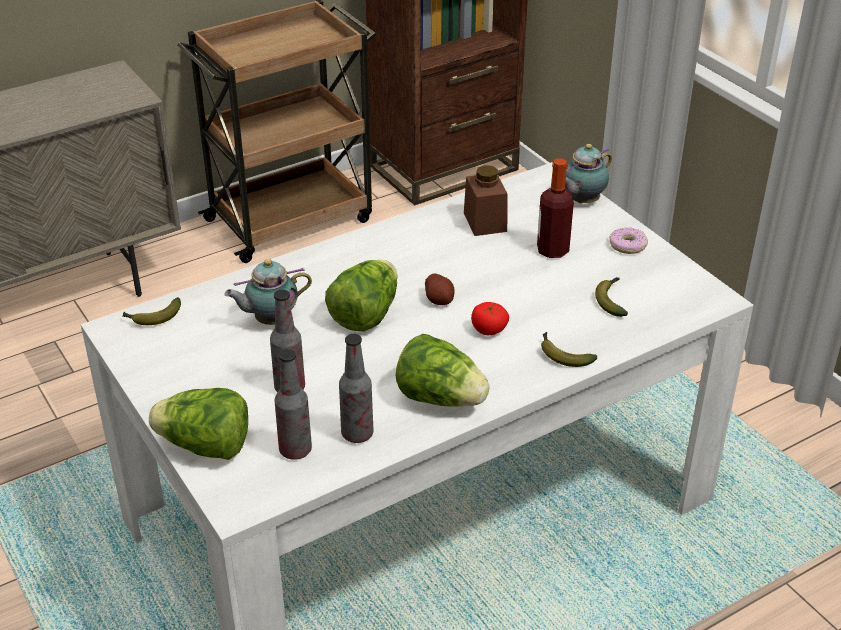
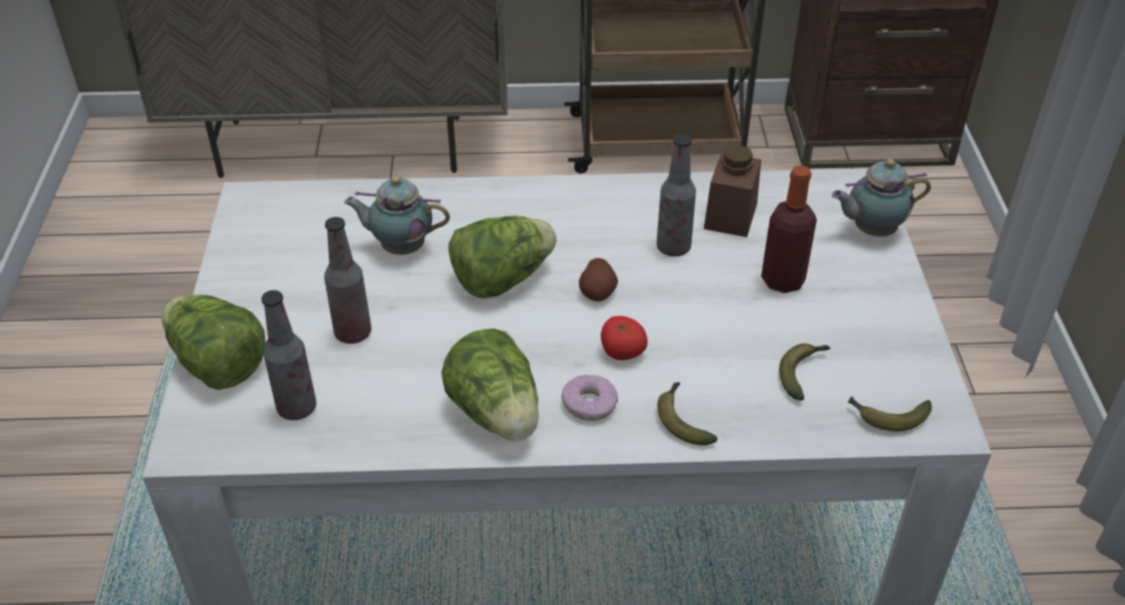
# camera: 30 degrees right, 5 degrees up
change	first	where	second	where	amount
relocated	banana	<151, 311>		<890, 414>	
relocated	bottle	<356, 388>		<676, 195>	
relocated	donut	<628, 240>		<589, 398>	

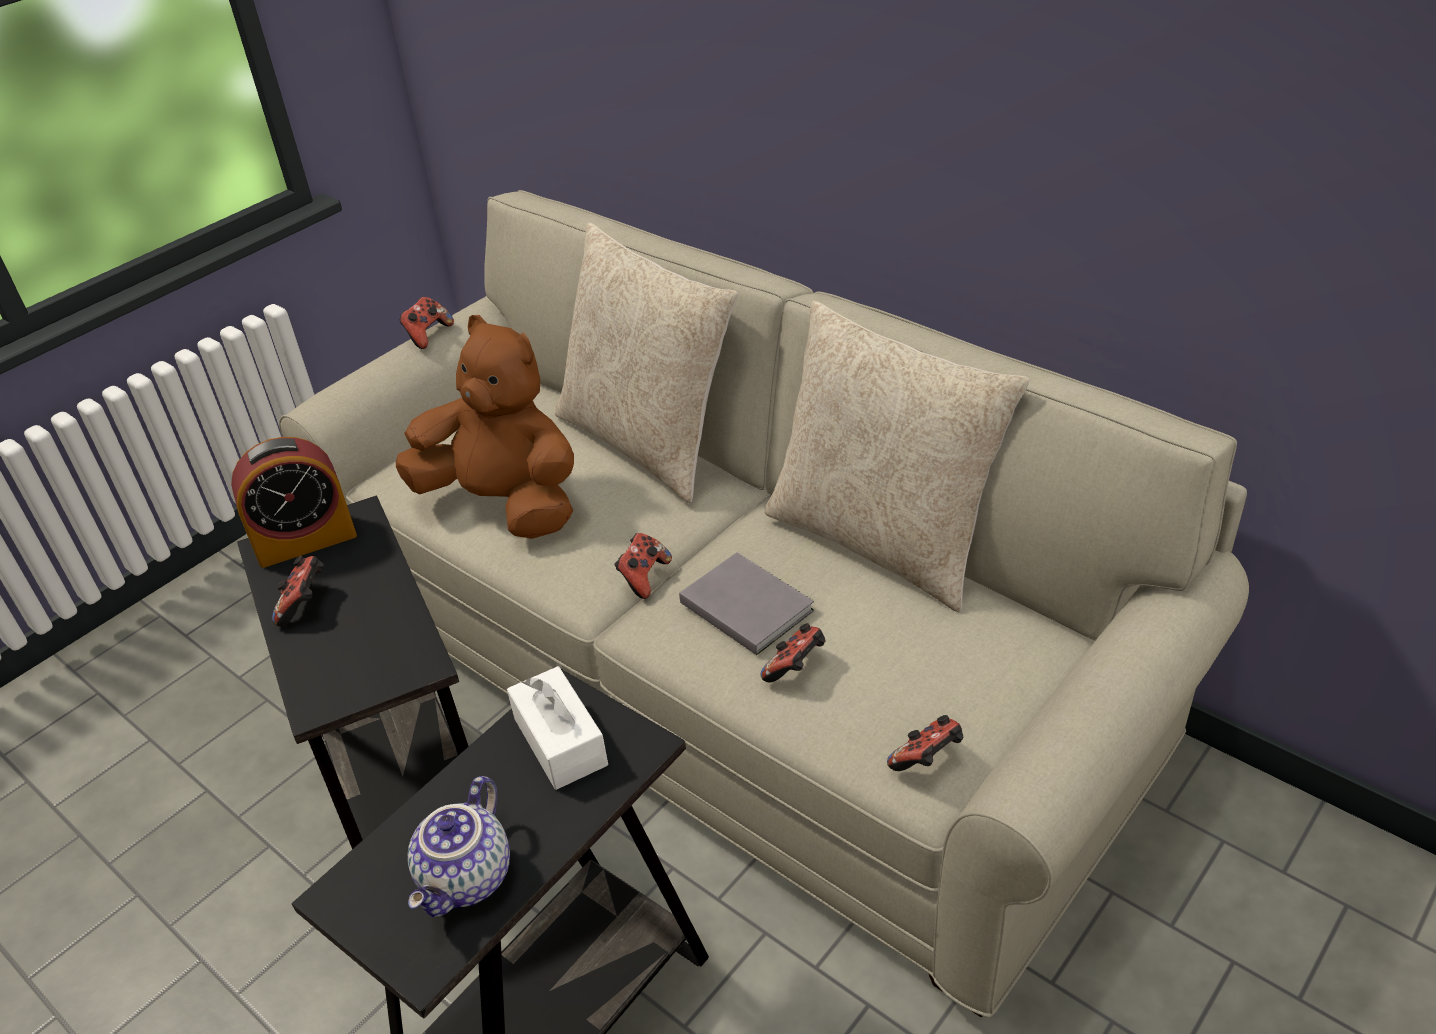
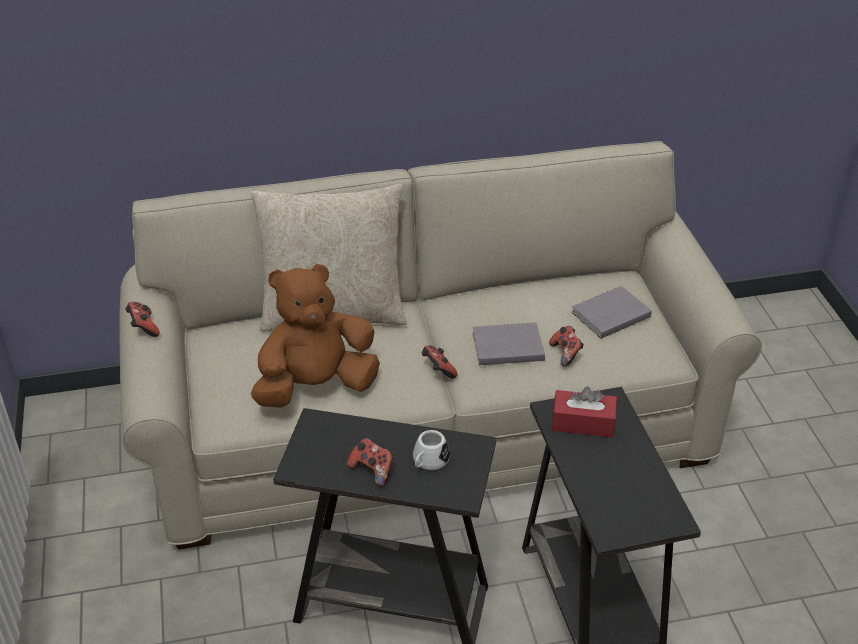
# camera: 55 degrees left, 0 degrees up
change	first	where	second	where	amount
missing	alarm clock	<294, 502>			
missing	teapot	<459, 846>			
missing	pillow (beige)	<896, 456>			
missing	game controller	<925, 743>			
appeared			mug (white)	<431, 450>	
appeared			book (grey)	<612, 312>	
colour	tissue box (white)	<557, 728>	tissue box (red)	<584, 412>	

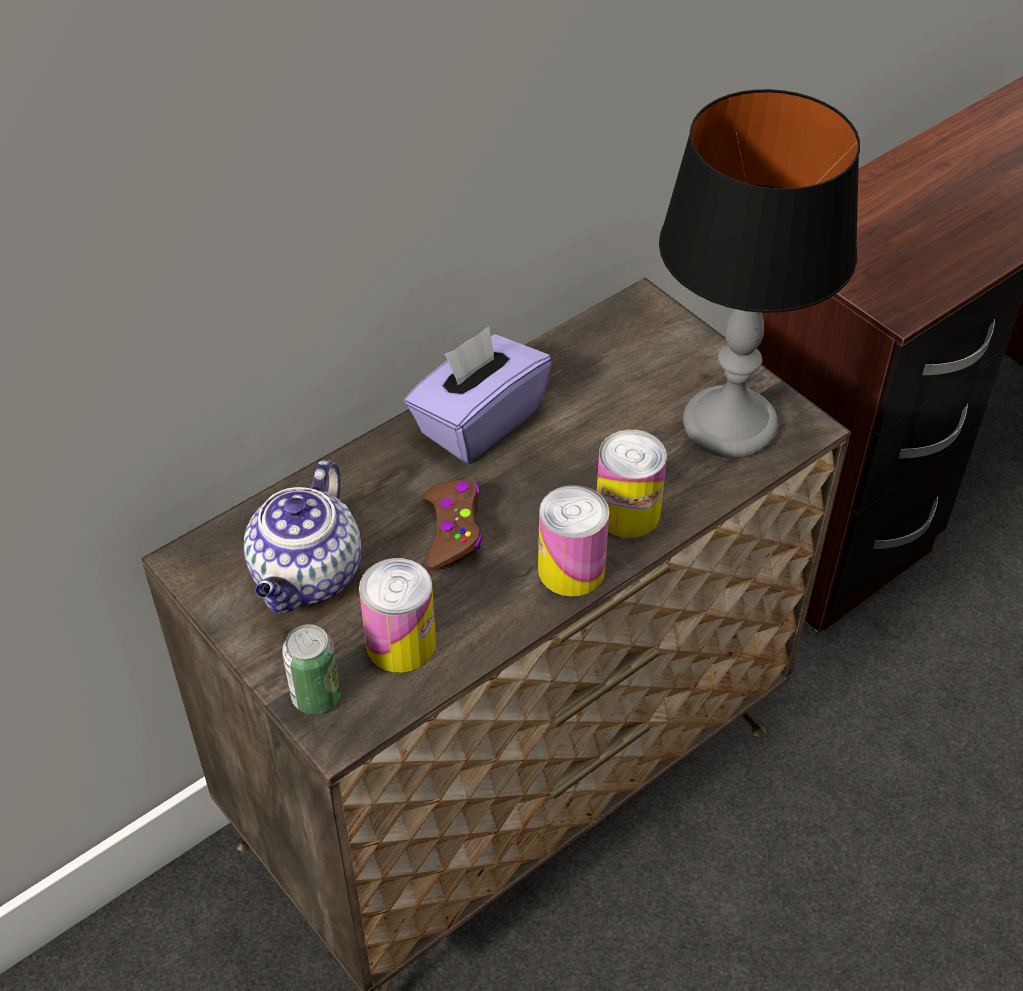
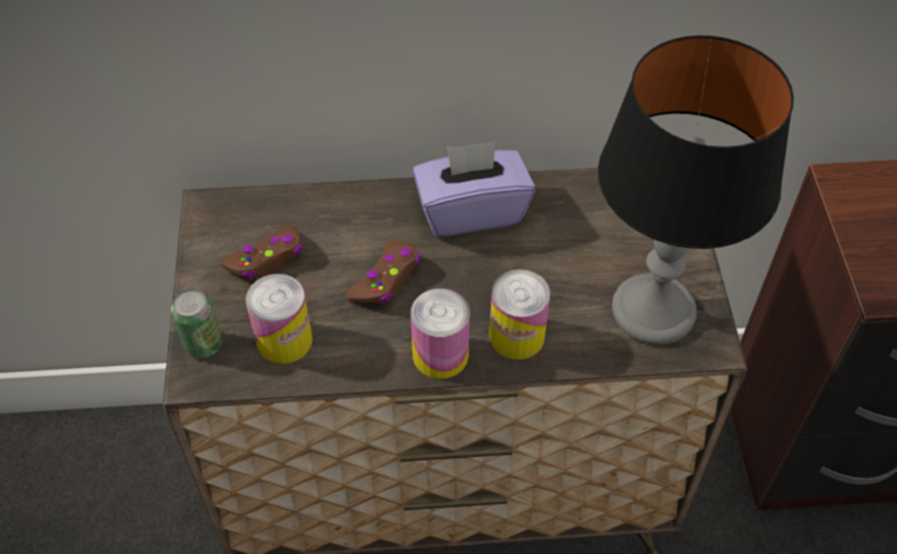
# camera: 35 degrees right, 5 degrees up
change	first	where	second	where	amount
exchanged	teapot	<302, 537>	game controller (brown)	<262, 253>	

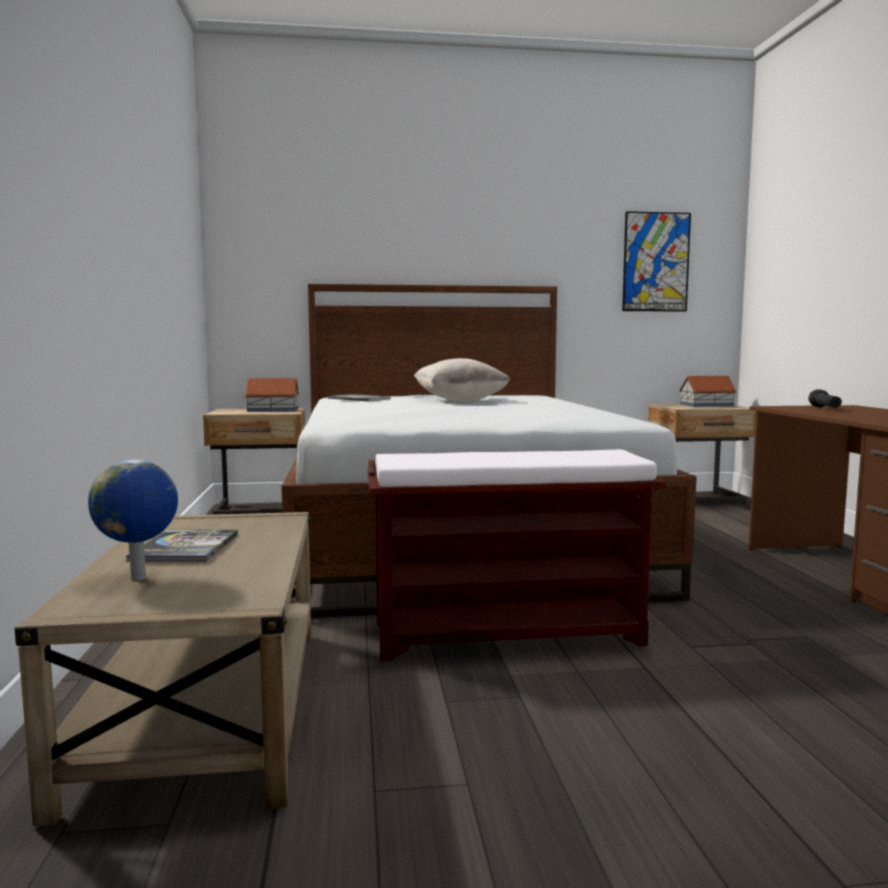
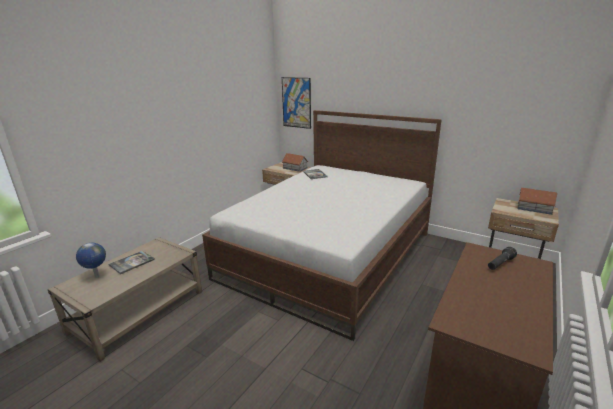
# camera: 40 degrees right, 15 degrees up
change	first	where	second	where	amount
missing	bench (brown)	<517, 554>			
missing	pillow (beige)	<462, 380>			
relocated	picture	<656, 261>		<296, 103>	

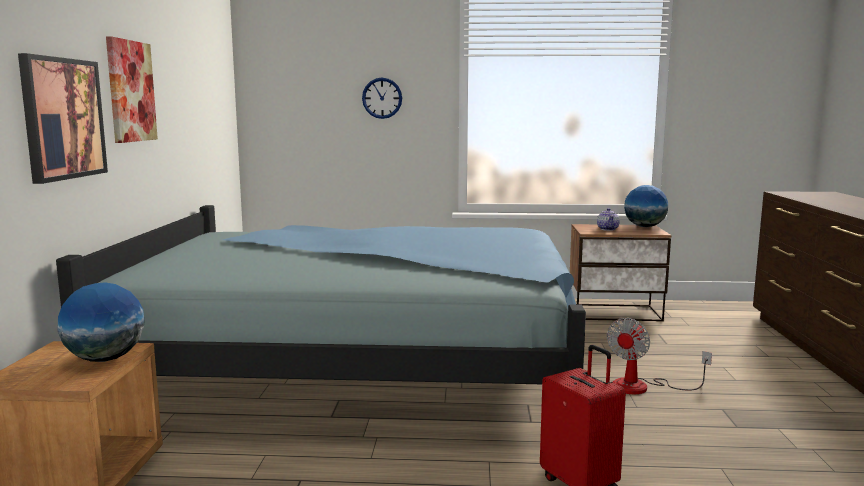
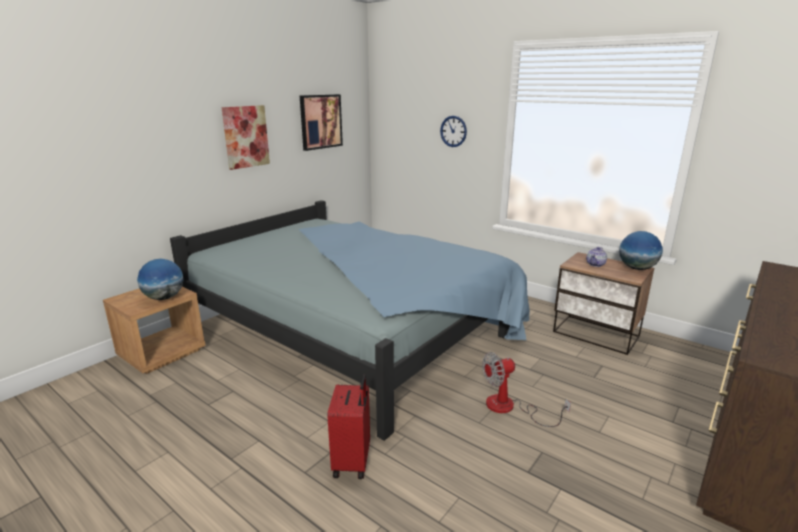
# camera: 35 degrees right, 10 degrees up
change	first	where	second	where	amount
relocated	picture	<63, 118>		<321, 122>	

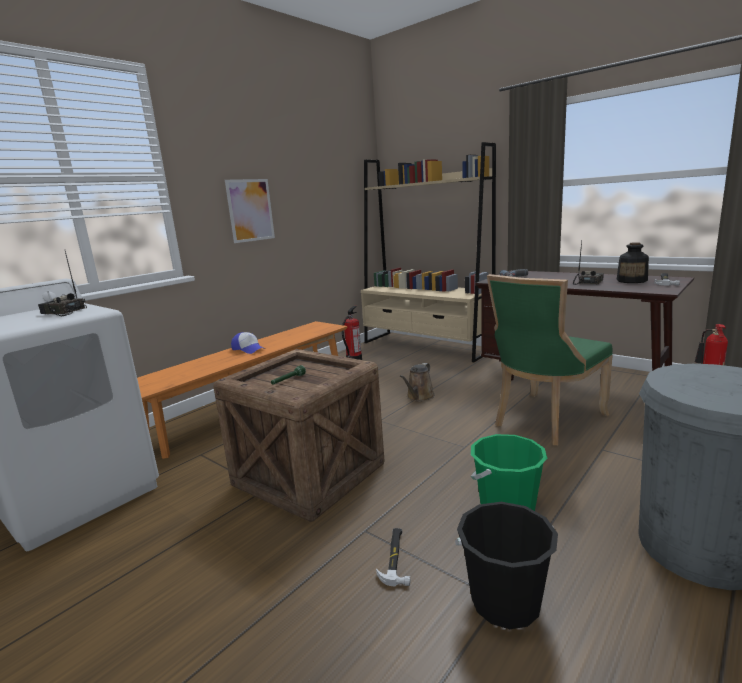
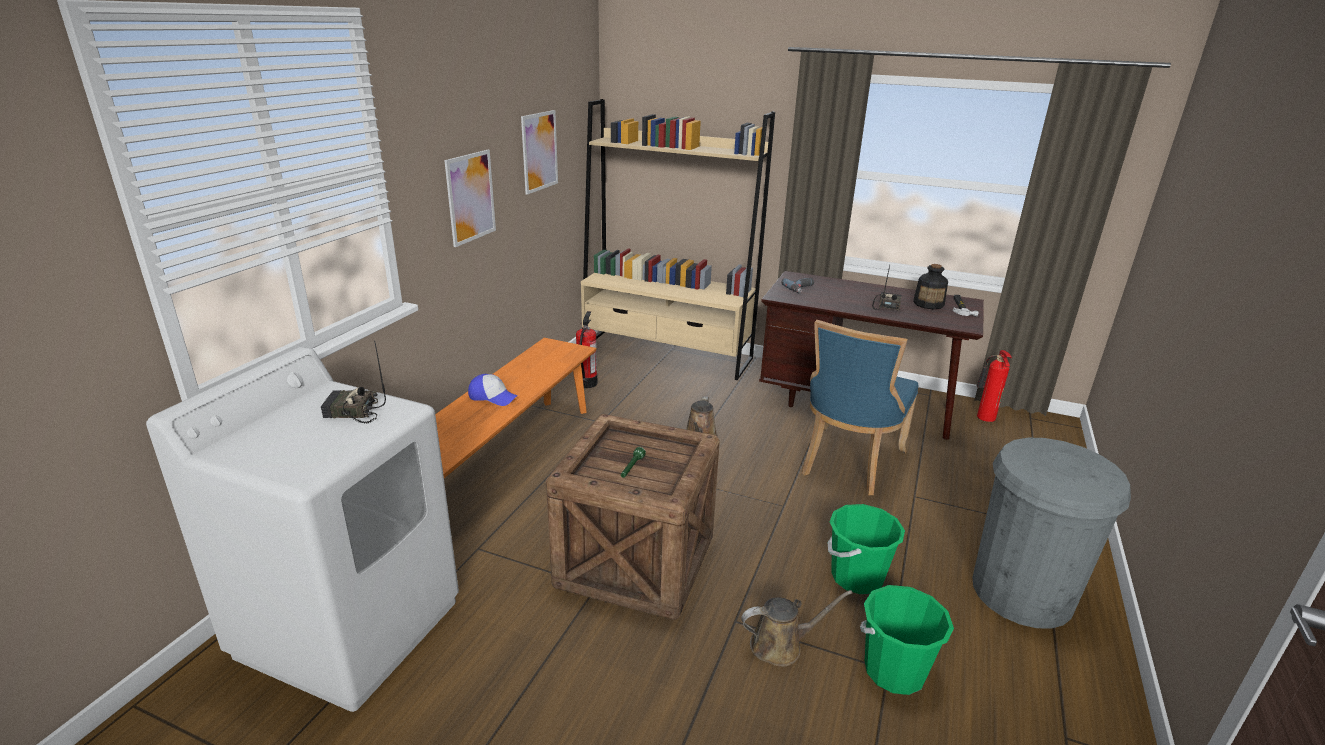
# camera: 20 degrees left, 10 degrees up
change	first	where	second	where	amount
appeared			picture	<539, 152>	
exchanged	hammer	<393, 557>	watering can (brown)	<797, 628>	
colour	bucket (black)	<506, 565>	bucket (green)	<907, 640>	
colour	chair (green)	<550, 359>	chair (blue)	<860, 407>	

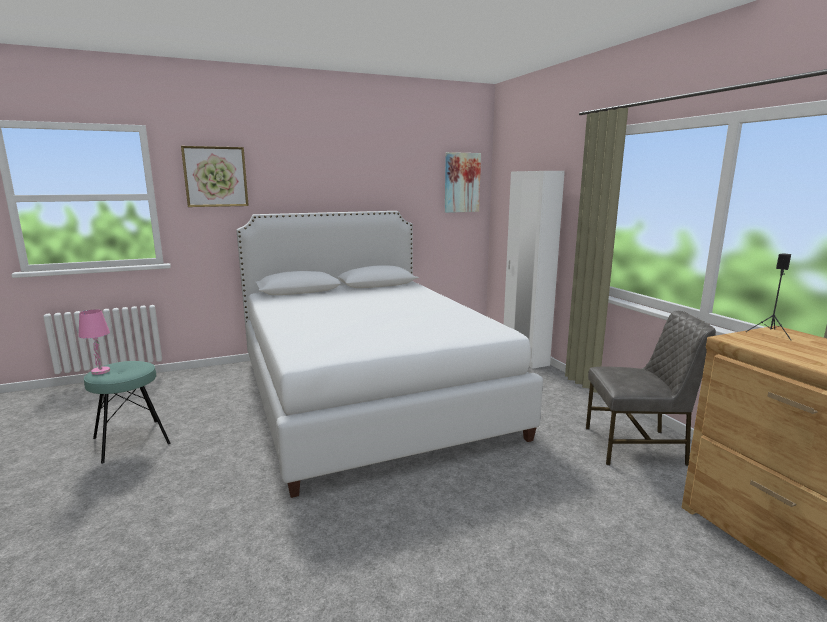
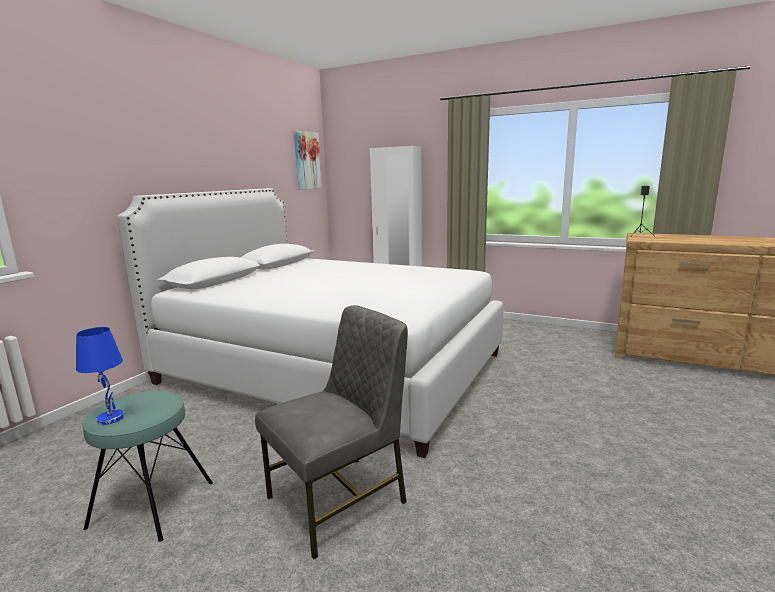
# camera: 40 degrees left, 0 degrees up
change	first	where	second	where	amount
missing	picture	<215, 176>			
relocated	chair (grey)	<651, 388>		<331, 432>	
colour	table lamp (pink)	<94, 342>	table lamp (blue)	<100, 376>	

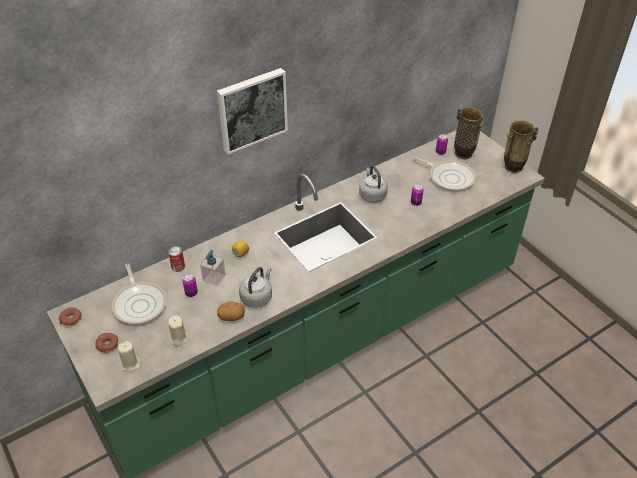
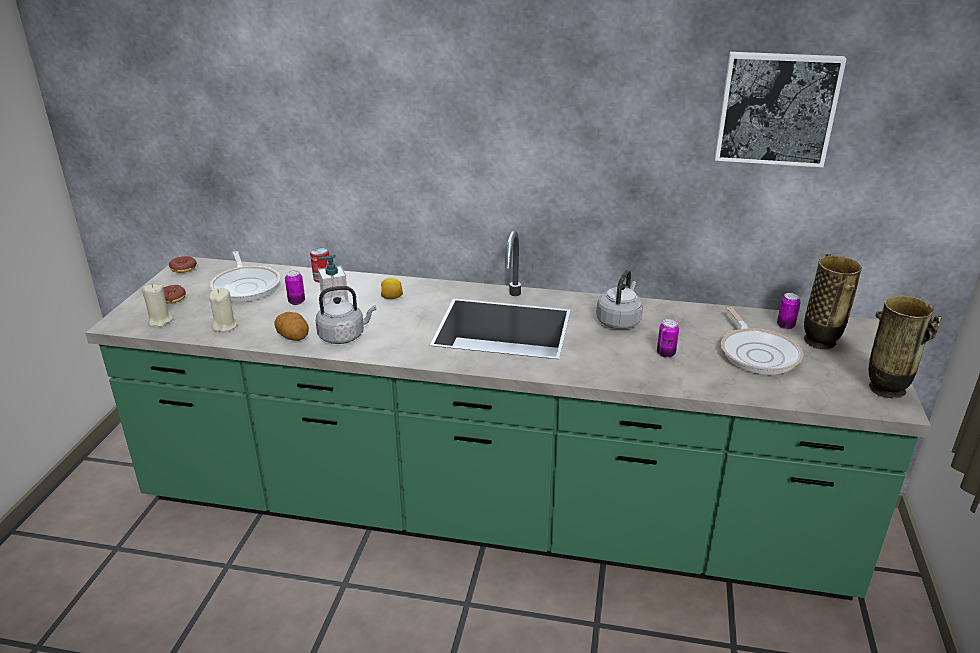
# camera: 45 degrees right, 15 degrees down
change	first	where	second	where	amount
relocated	picture	<252, 111>		<780, 109>	
spun	frying pan	<139, 294>		<245, 276>	45 degrees counterclockwise

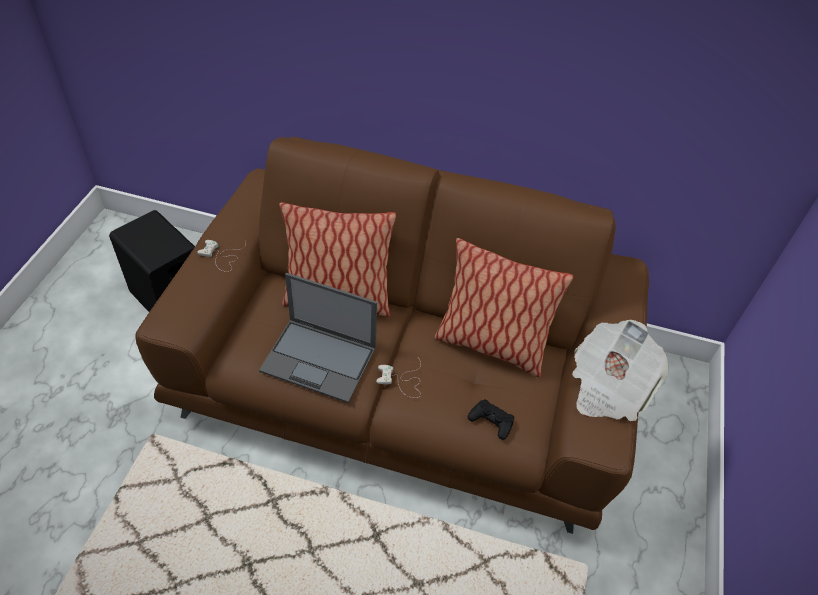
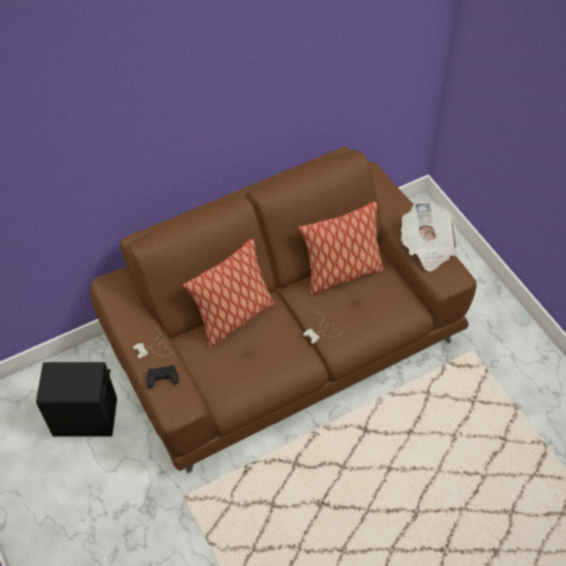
# camera: 40 degrees left, 5 degrees up
change	first	where	second	where	amount
missing	laptop	<318, 338>			
relocated	game controller (black)	<491, 419>		<162, 376>	

